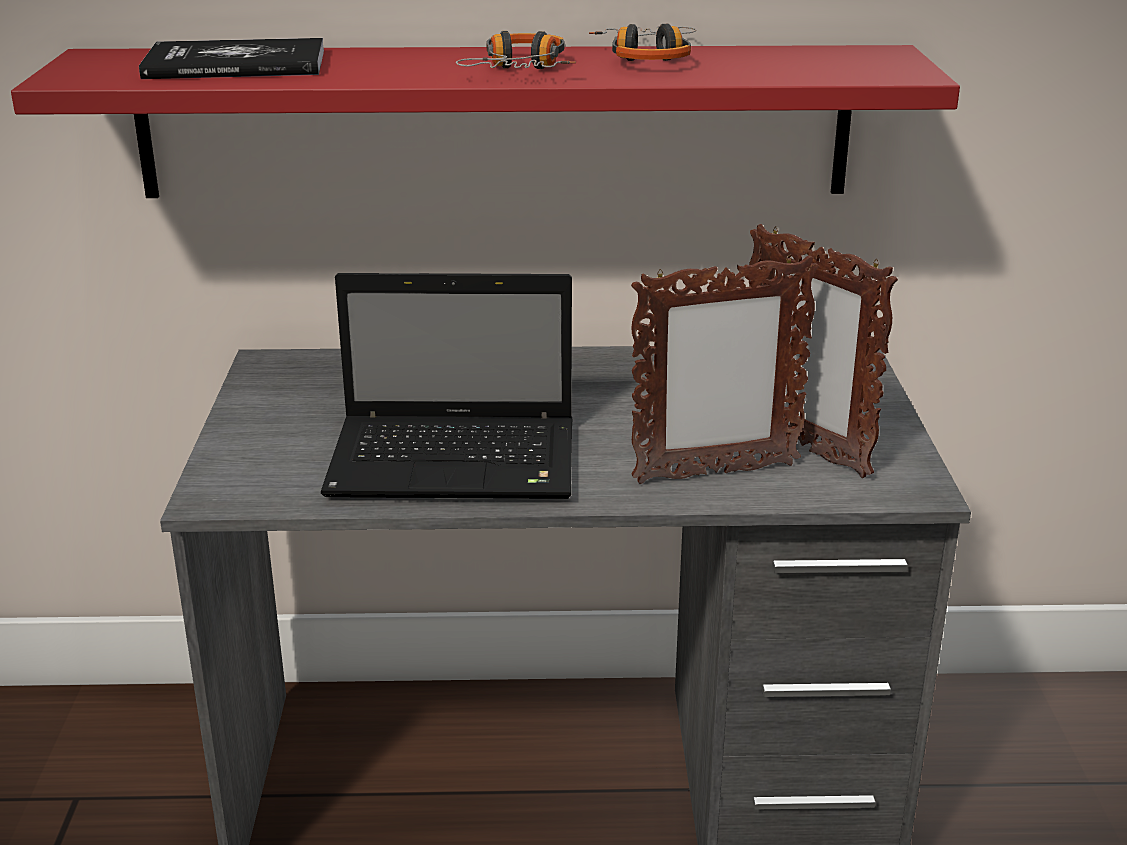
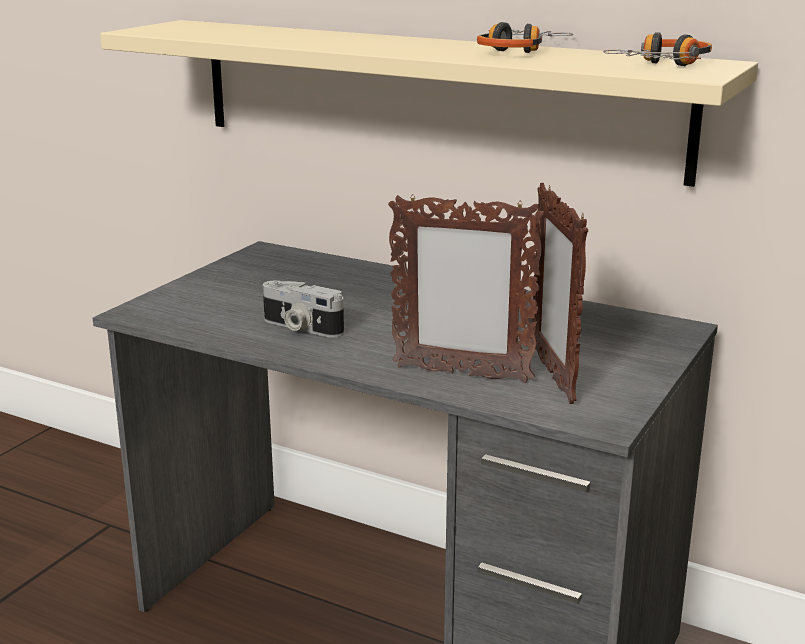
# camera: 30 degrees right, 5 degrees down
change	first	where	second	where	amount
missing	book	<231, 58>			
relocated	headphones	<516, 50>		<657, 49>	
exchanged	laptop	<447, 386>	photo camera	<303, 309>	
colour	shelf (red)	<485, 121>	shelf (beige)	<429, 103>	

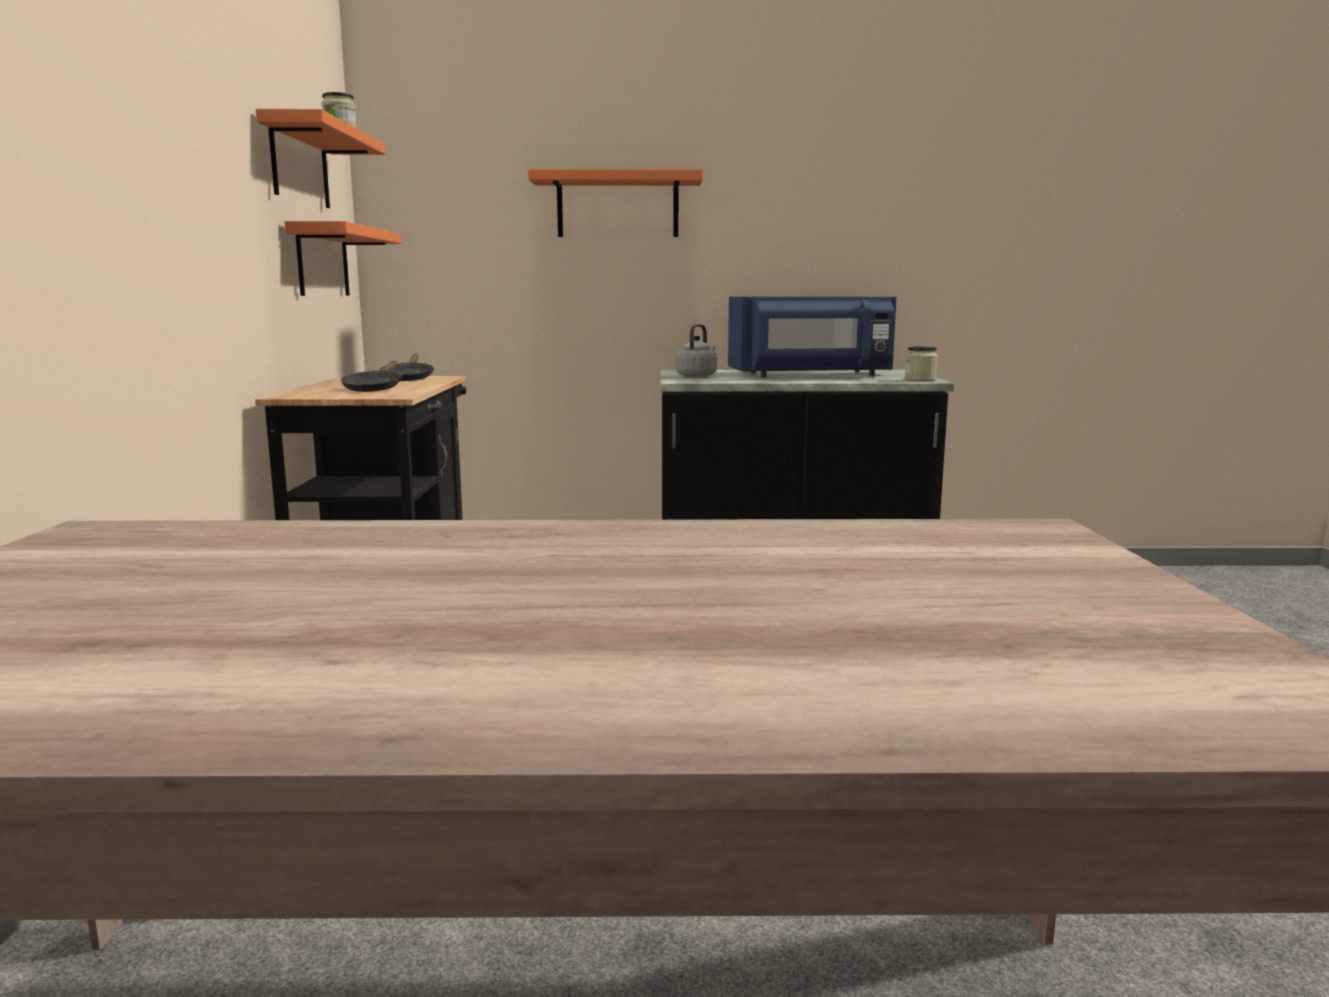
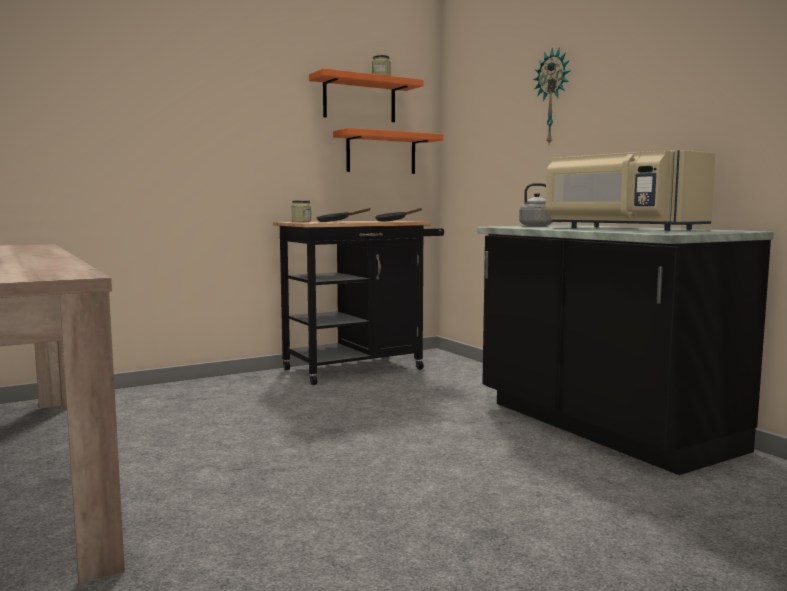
# camera: 60 degrees right, 5 degrees down
change	first	where	second	where	amount
relocated	jar	<921, 363>		<301, 211>	
exchanged	shelf (orange)	<615, 203>	wall clock	<551, 96>	
colour	microwave (blue)	<812, 336>	microwave (beige)	<630, 190>	

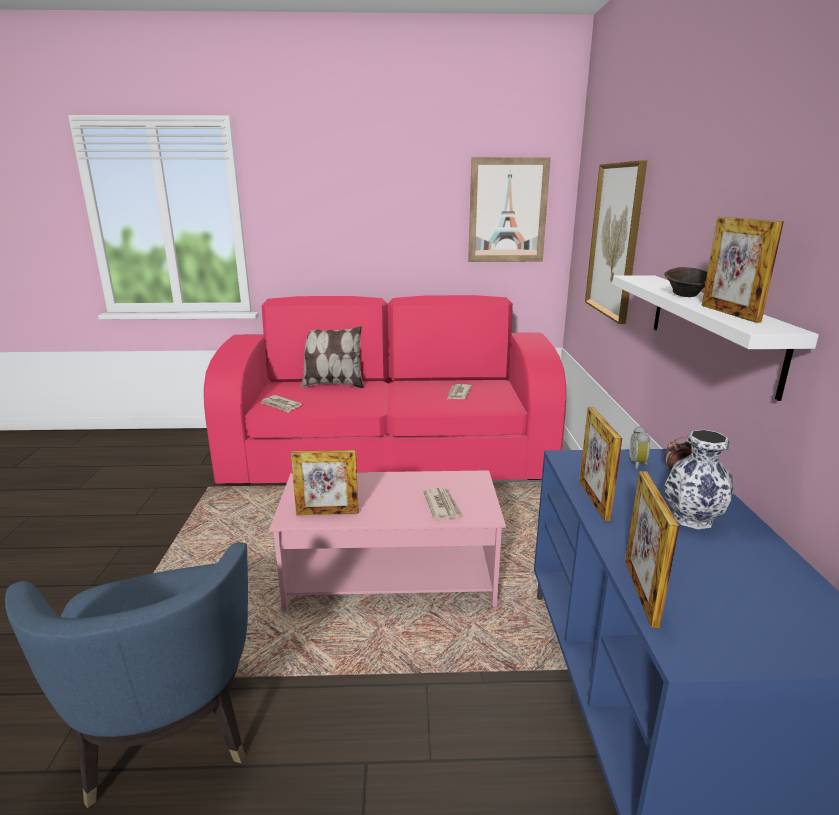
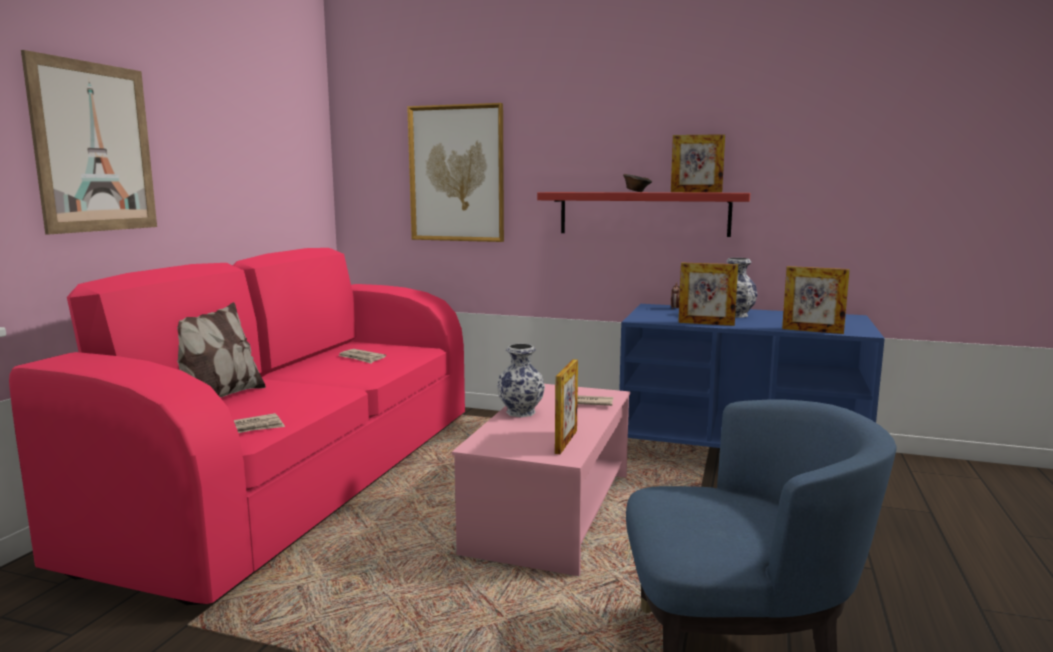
# camera: 70 degrees left, 10 degrees down
change	first	where	second	where	amount
missing	alarm clock	<640, 447>			
appeared			vase	<521, 380>	
relocated	picture	<509, 209>		<89, 142>	
colour	shelf (white)	<716, 338>	shelf (red)	<643, 214>	

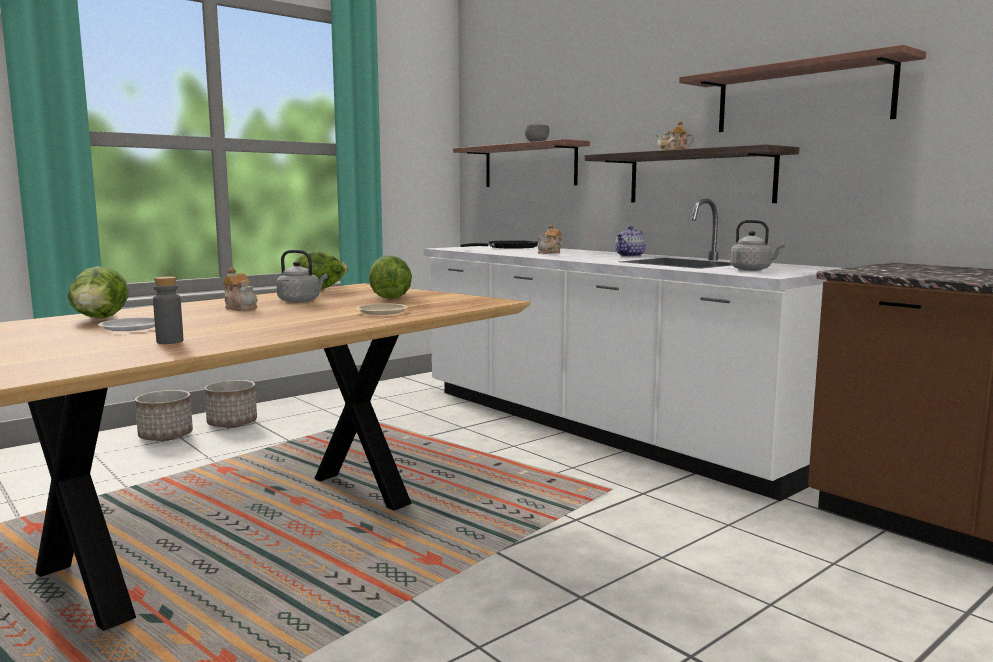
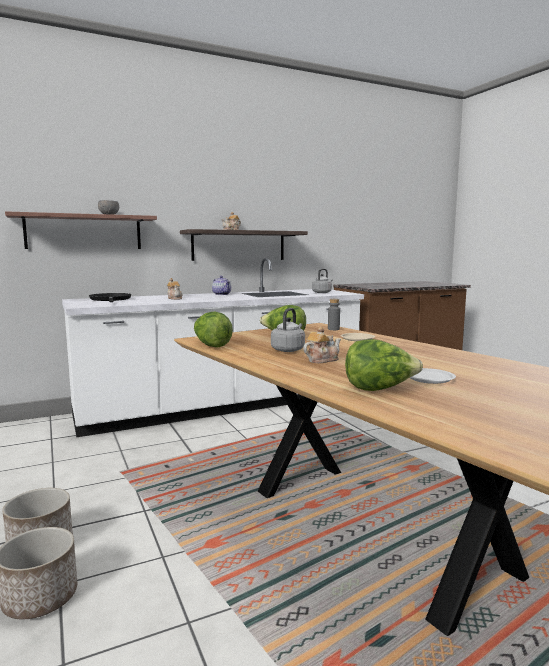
# camera: 75 degrees left, 0 degrees up
change	first	where	second	where	amount
missing	shelf	<802, 88>			
relocated	bottle (grey)	<168, 310>		<334, 314>	

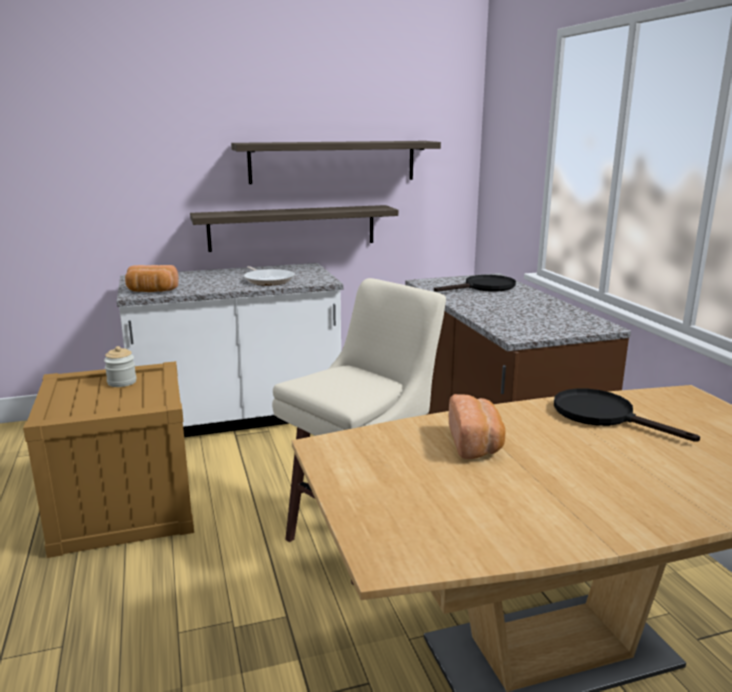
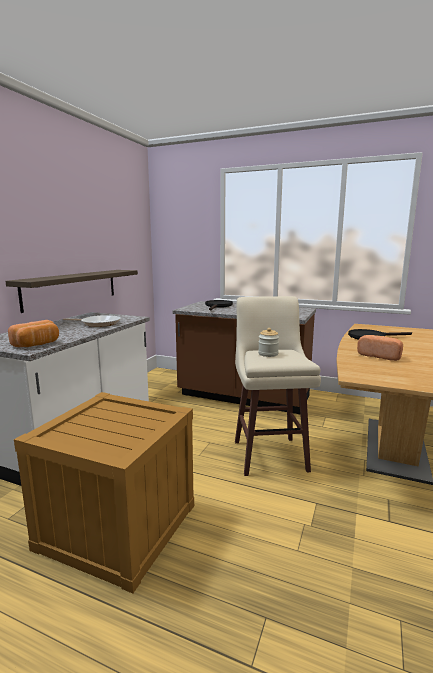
# camera: 50 degrees left, 5 degrees down
change	first	where	second	where	amount
missing	shelf	<336, 162>			
relocated	jar	<120, 366>		<268, 342>	

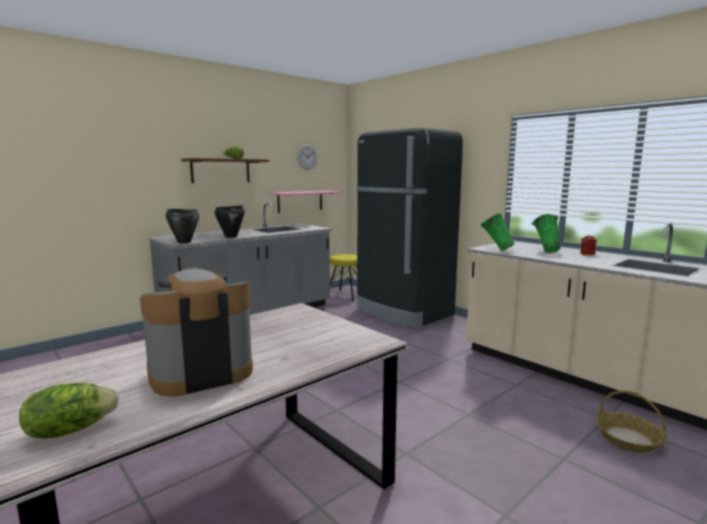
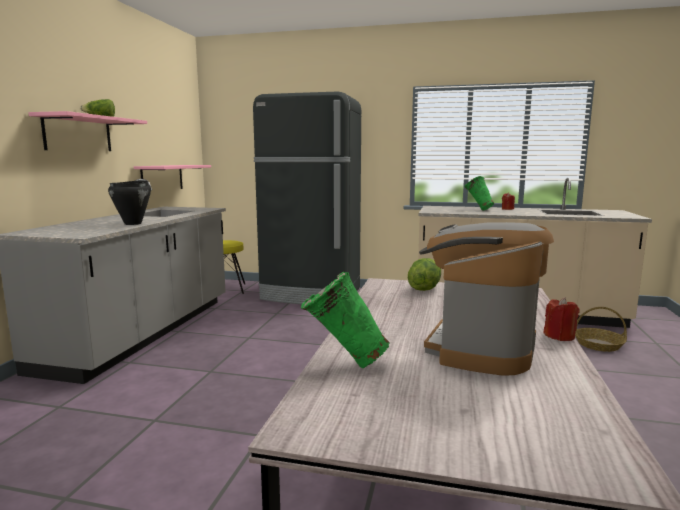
# camera: 35 degrees left, 0 degrees up
change	first	where	second	where	amount
missing	cooking pot (black)	<182, 226>			
missing	wall clock	<307, 157>			
appeared			candle (red)	<561, 319>	
relocated	lettuce	<69, 411>		<424, 274>	
relocated	vase (green)	<497, 232>		<345, 320>	
colour	shelf (brown)	<225, 170>	shelf (pink)	<87, 131>	

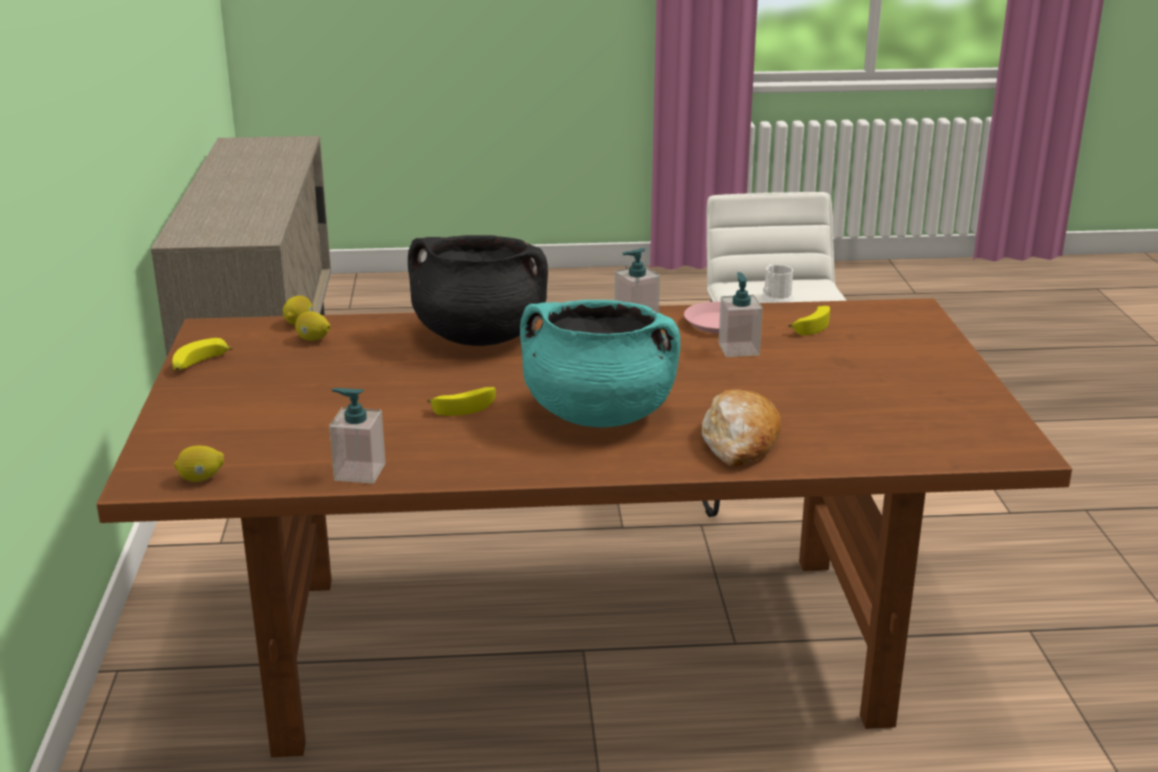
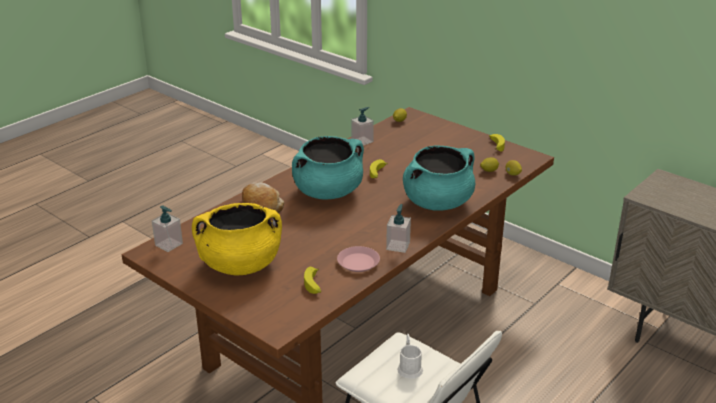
# camera: 135 degrees right, 5 degrees up
change	first	where	second	where	amount
appeared			cooking pot (yellow)	<237, 239>	
relocated	soap dispenser	<741, 314>		<167, 228>	
colour	cooking pot (black)	<478, 290>	cooking pot (turquoise)	<439, 178>	

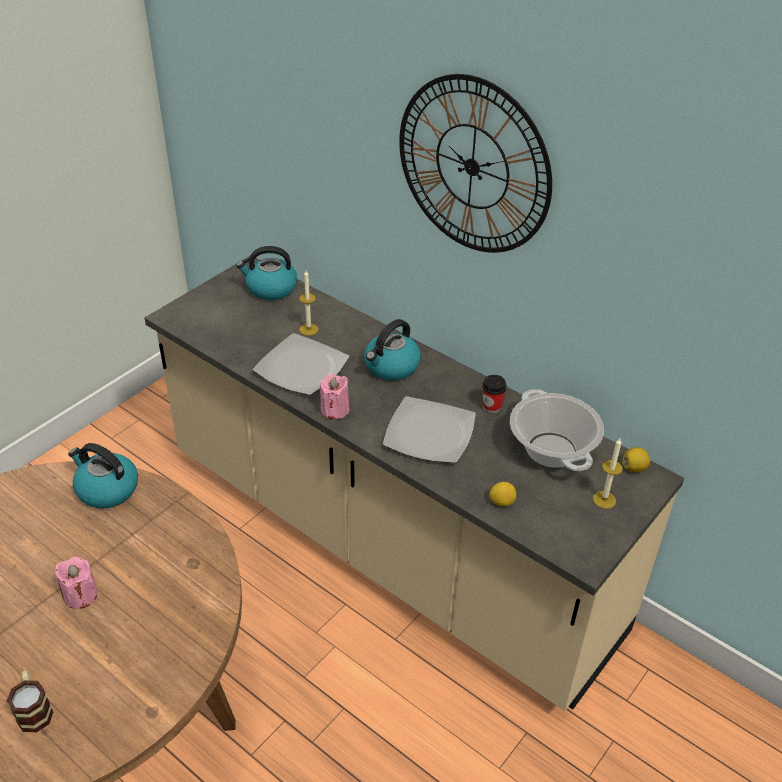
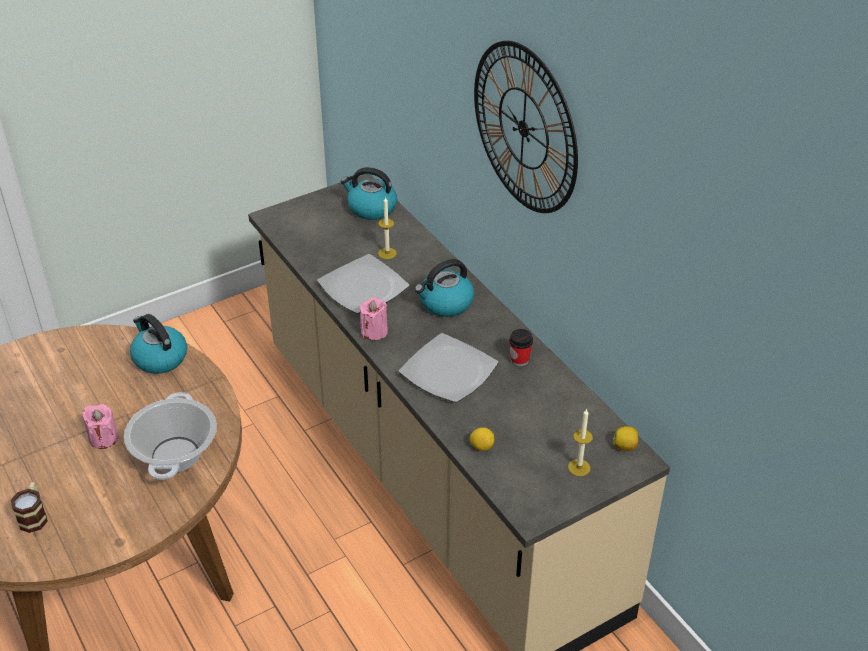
# camera: 20 degrees right, 0 degrees up
change	first	where	second	where	amount
relocated	cooking pot	<557, 430>		<170, 436>	

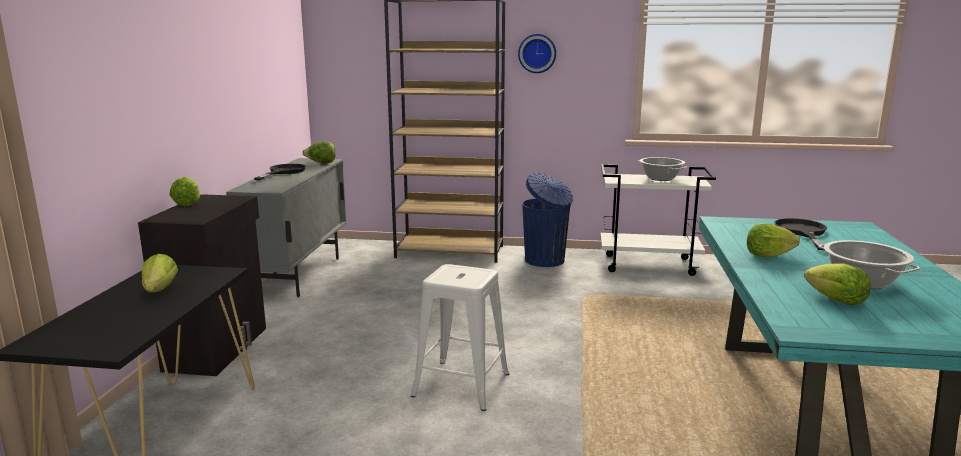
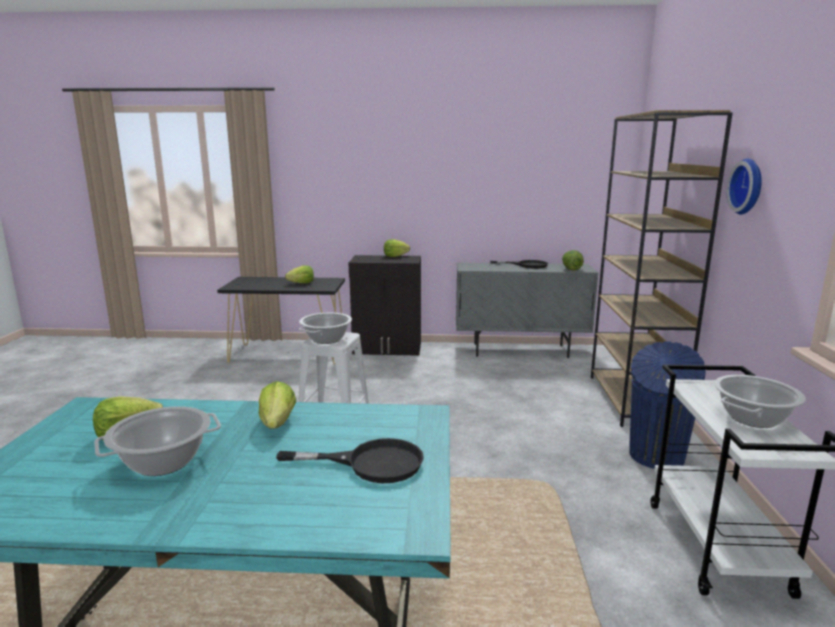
# camera: 85 degrees right, 0 degrees up
change	first	where	second	where	amount
appeared			cooking pot	<325, 328>	

